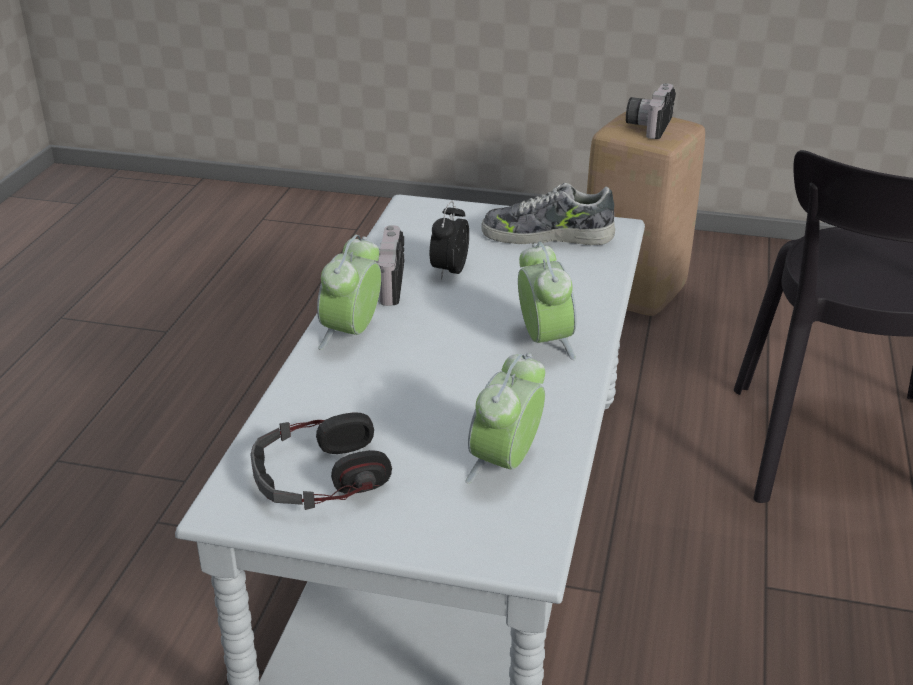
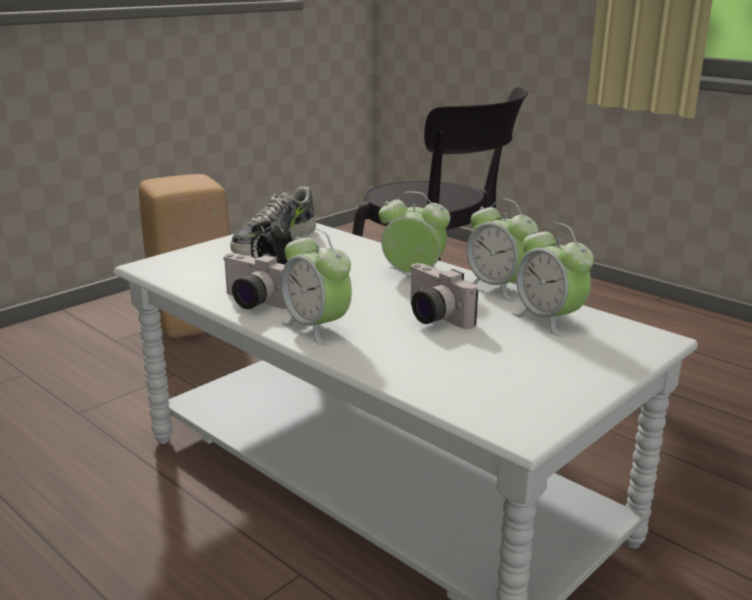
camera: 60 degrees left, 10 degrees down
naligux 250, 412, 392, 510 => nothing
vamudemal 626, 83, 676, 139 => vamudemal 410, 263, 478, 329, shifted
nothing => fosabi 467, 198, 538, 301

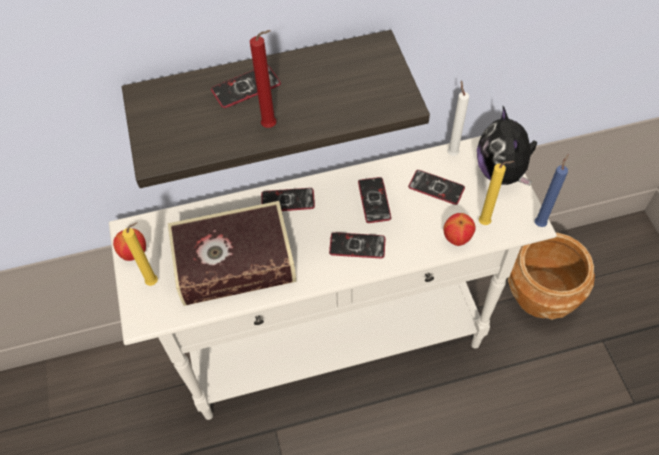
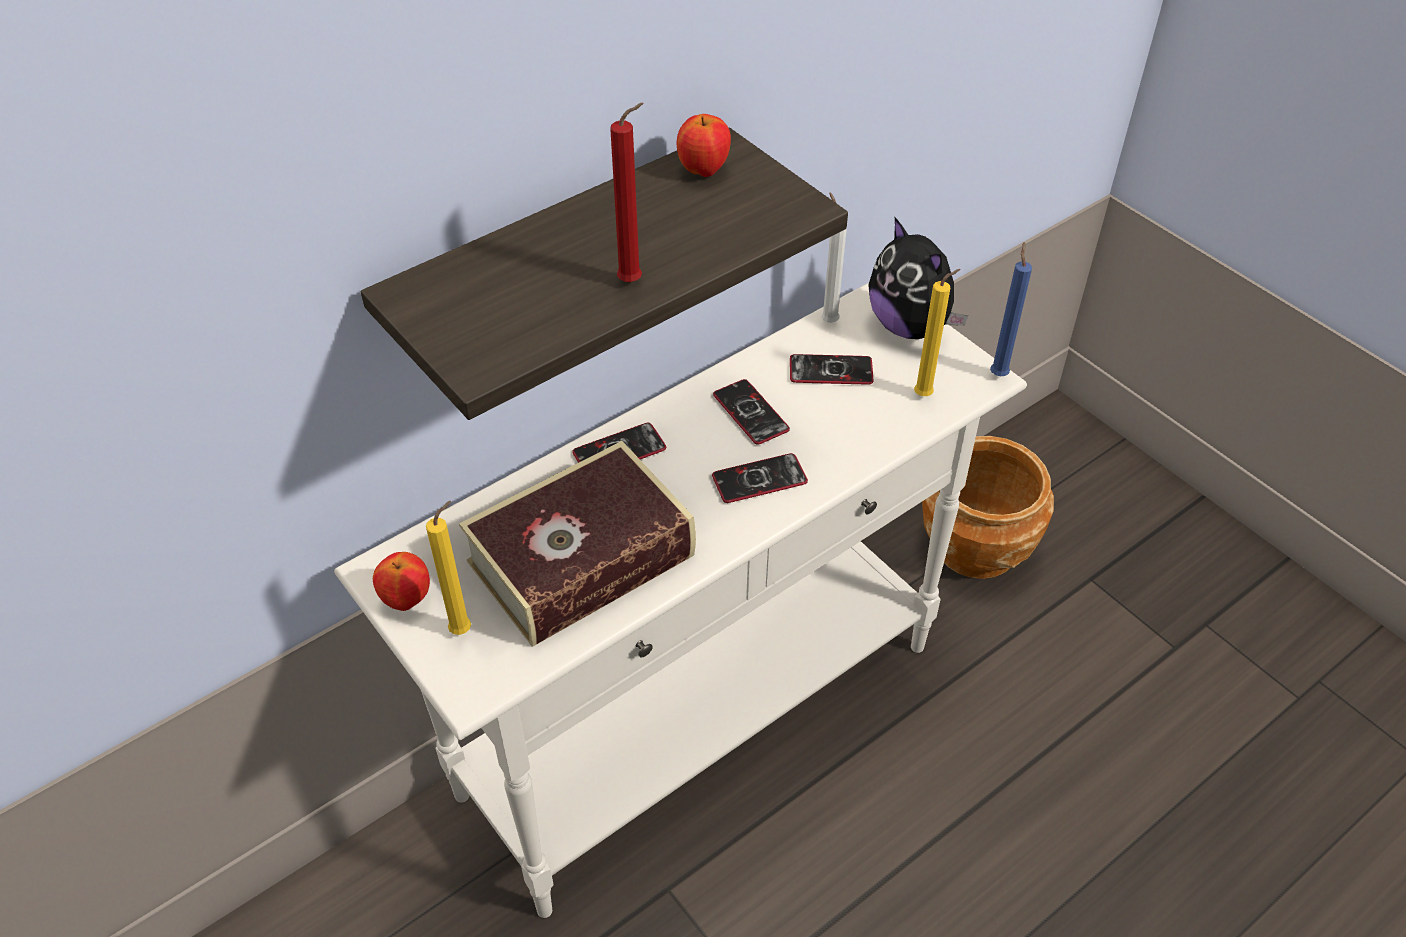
camera: 25 degrees left, 10 degrees down
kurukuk 211, 66, 281, 108 => nothing
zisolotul 443, 213, 476, 246 => zisolotul 677, 114, 731, 177, shifted

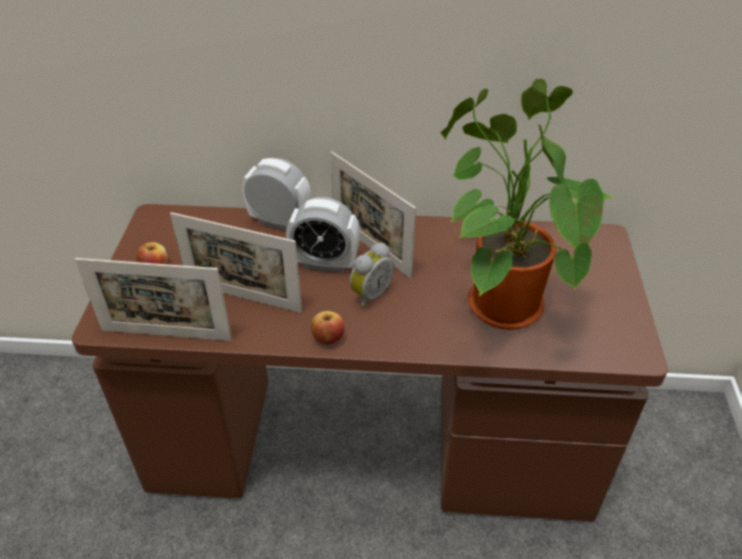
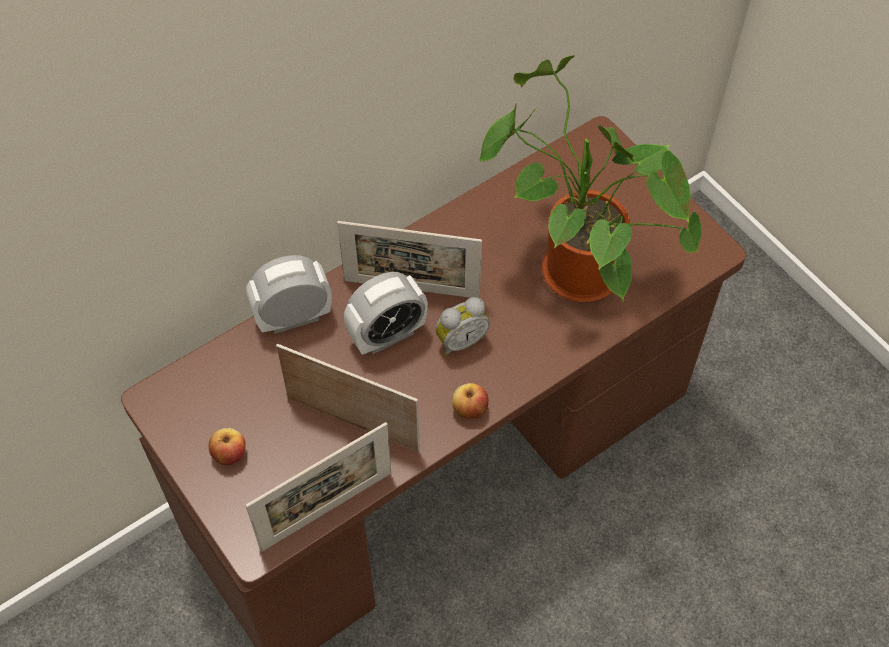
camera: 40 degrees left, 15 degrees up
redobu 170, 212, 302, 313 => redobu 276, 344, 420, 452, 135 degrees counterclockwise
fosabi 349, 243, 394, 308 => fosabi 435, 297, 490, 356, 60 degrees clockwise

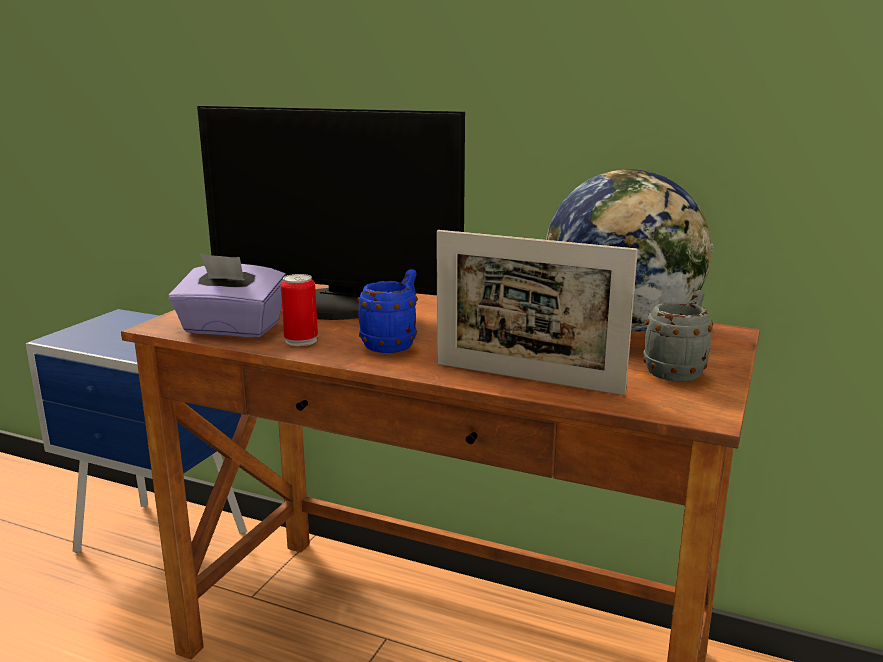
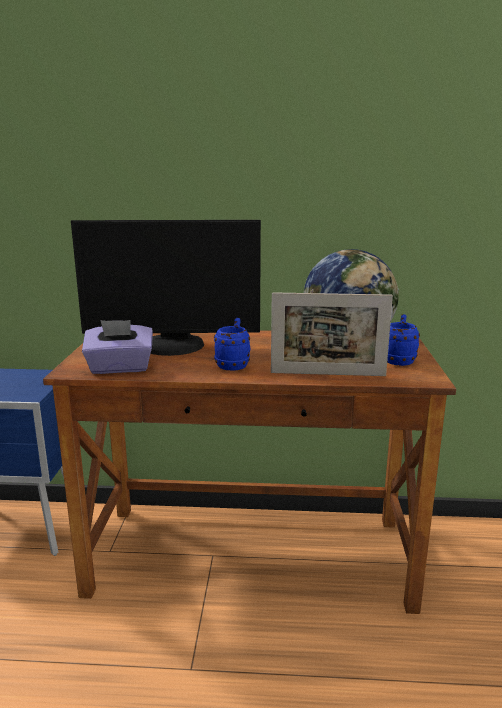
camera: 20 degrees left, 0 degrees up
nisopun 281, 274, 318, 346 => nothing
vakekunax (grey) 643, 290, 713, 382 => vakekunax (blue) 387, 314, 420, 366

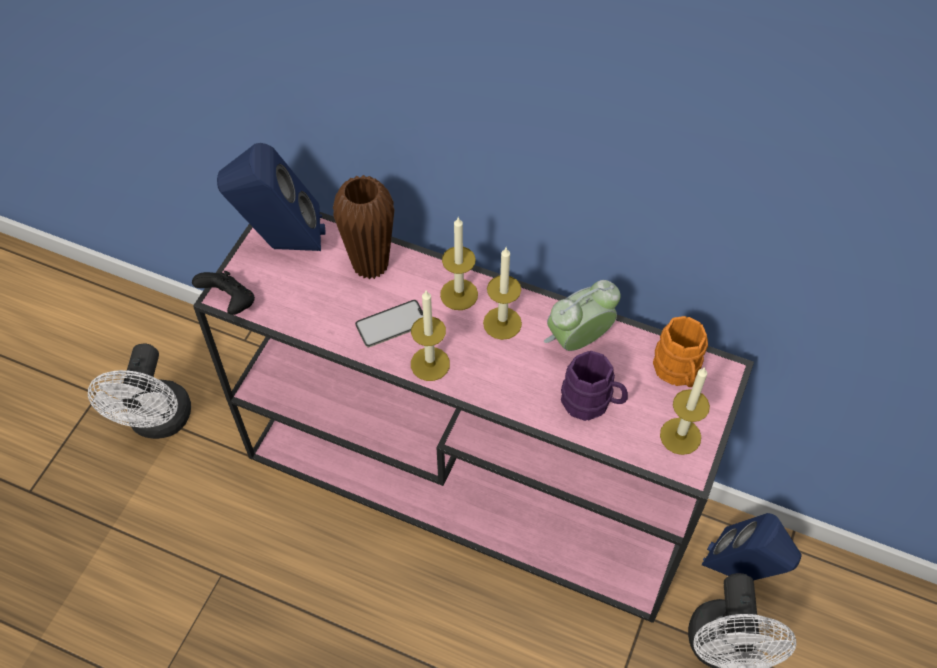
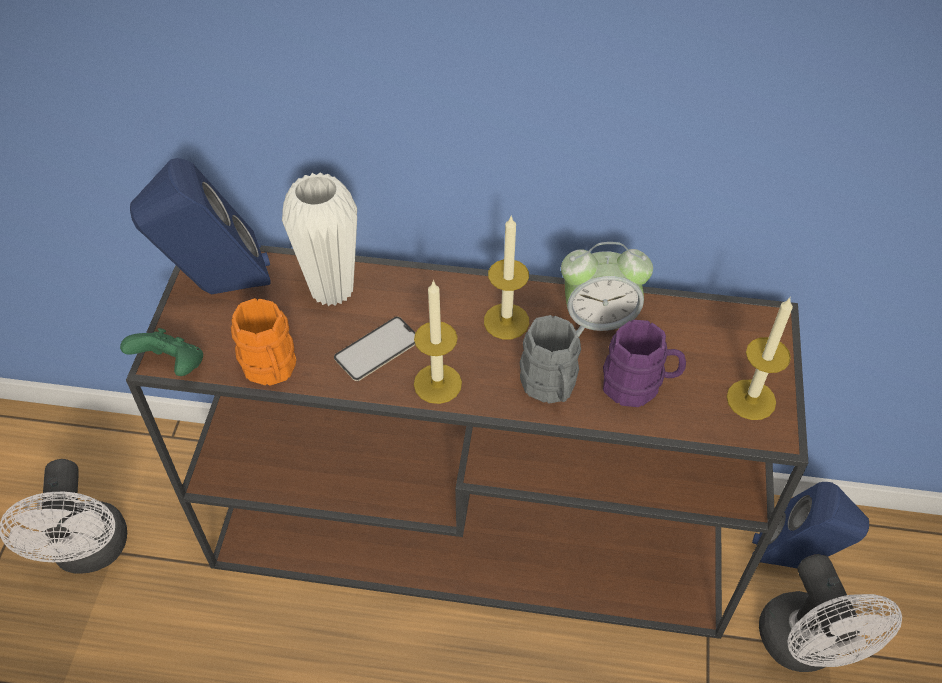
camera: 15 degrees left, 5 degrees down
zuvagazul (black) 192, 271, 255, 315 => zuvagazul (green) 120, 328, 203, 376
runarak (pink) 193, 212, 754, 623 => runarak (brown) 126, 245, 808, 639
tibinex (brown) 333, 175, 395, 279 => tibinex (white) 282, 172, 357, 306
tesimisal 440, 217, 478, 310 => nothing
fosabi 544, 280, 621, 351 => fosabi 561, 242, 653, 337, 135 degrees counterclockwise
vakekunax (orange) 653, 316, 708, 387 => vakekunax (orange) 231, 298, 296, 386, shifted
nothing => vakekunax (grey) 519, 315, 581, 404

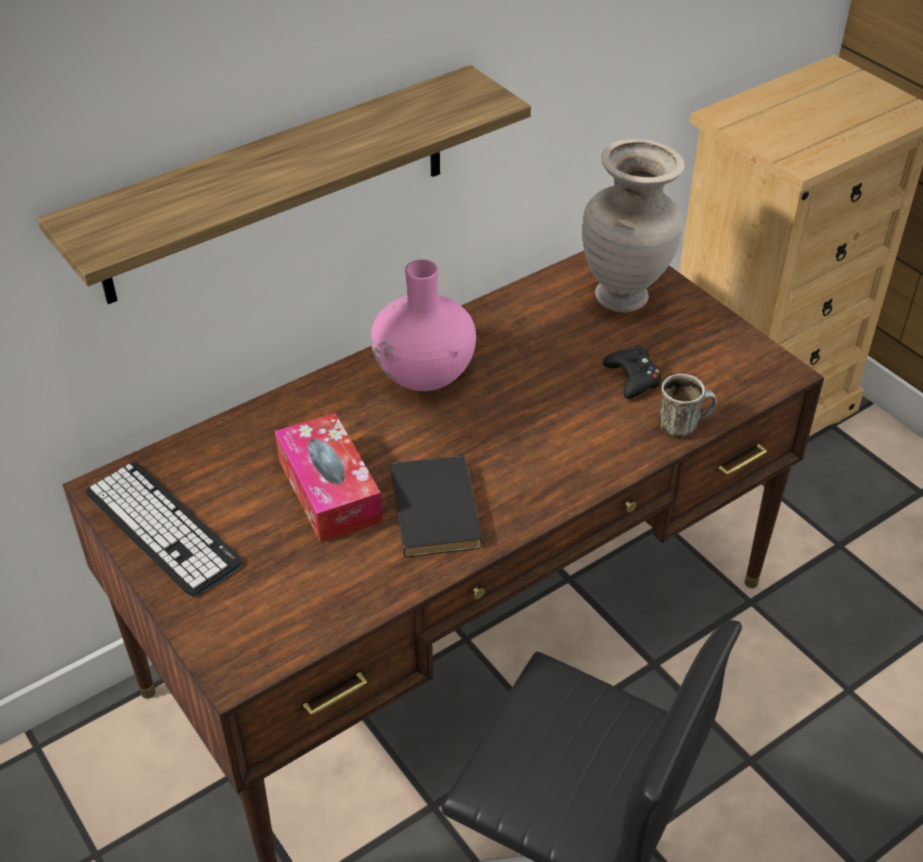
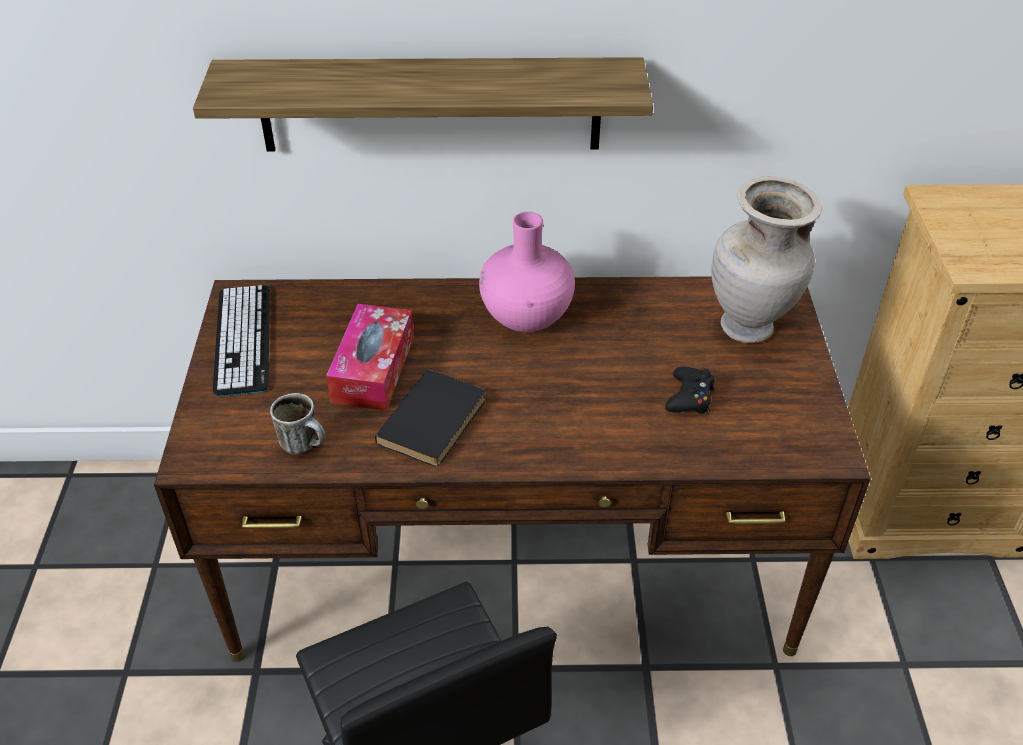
camera: 35 degrees right, 0 degrees up
vakekunax 659, 374, 717, 438 => vakekunax 270, 393, 325, 455, shifted

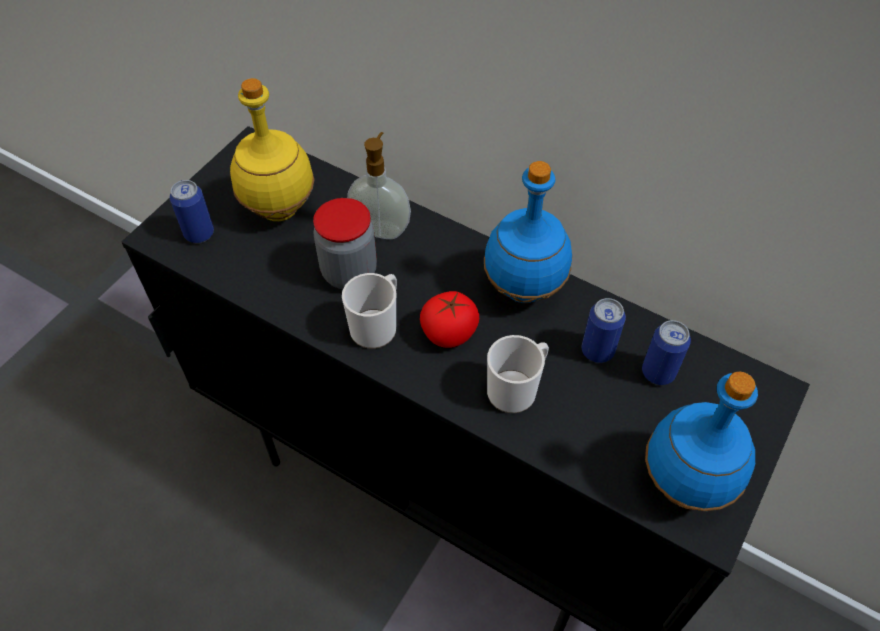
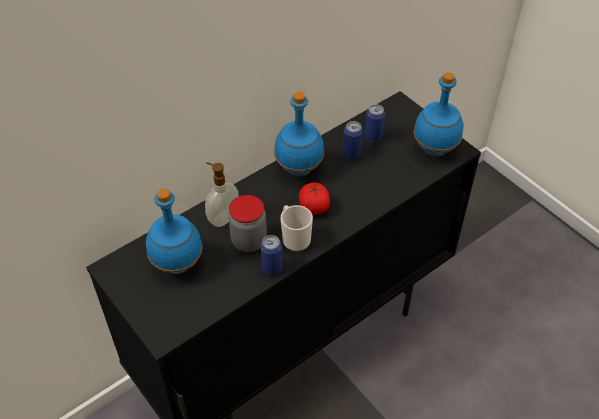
camera: 70 degrees left, 5 degrees down
nisopun 170, 180, 214, 243 => nisopun 261, 235, 283, 275, shifted
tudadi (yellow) 230, 78, 314, 221 => tudadi (blue) 146, 189, 203, 274
vakekunax 487, 335, 549, 413 => nothing

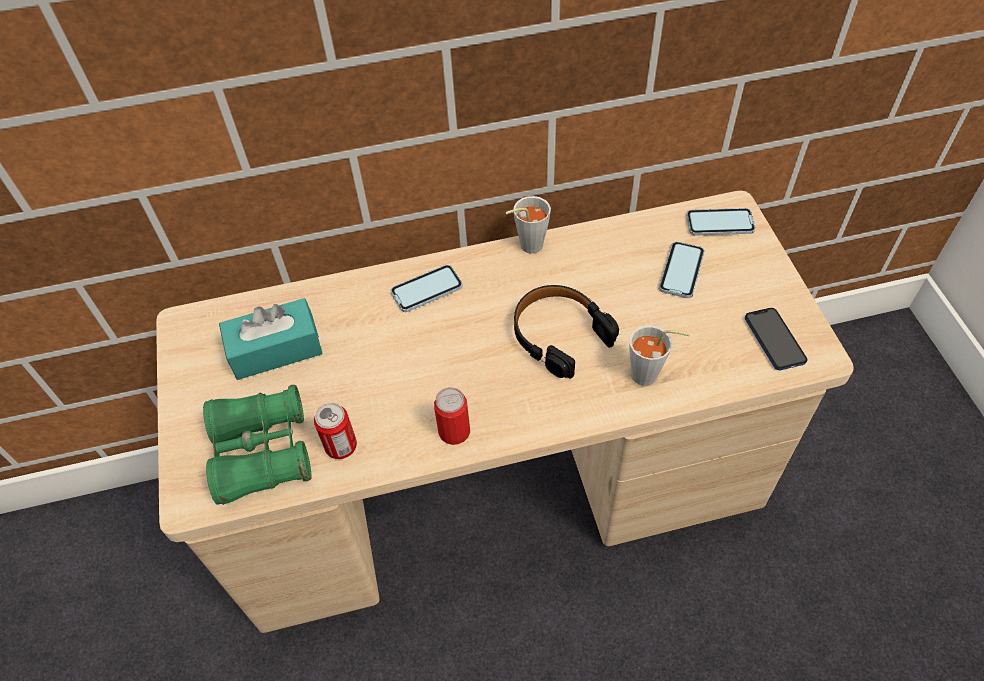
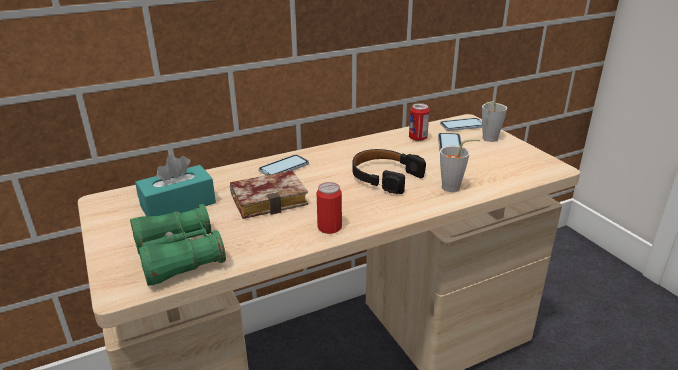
camera: 15 degrees left, 25 degrees down
nisopun 314, 403, 357, 459 => nisopun 409, 103, 430, 141, shifted
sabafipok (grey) 506, 196, 551, 254 => sabafipok (grey) 482, 102, 507, 142, shifted
kurukuk 745, 308, 808, 370 => nothing
nothing => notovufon 230, 170, 308, 219

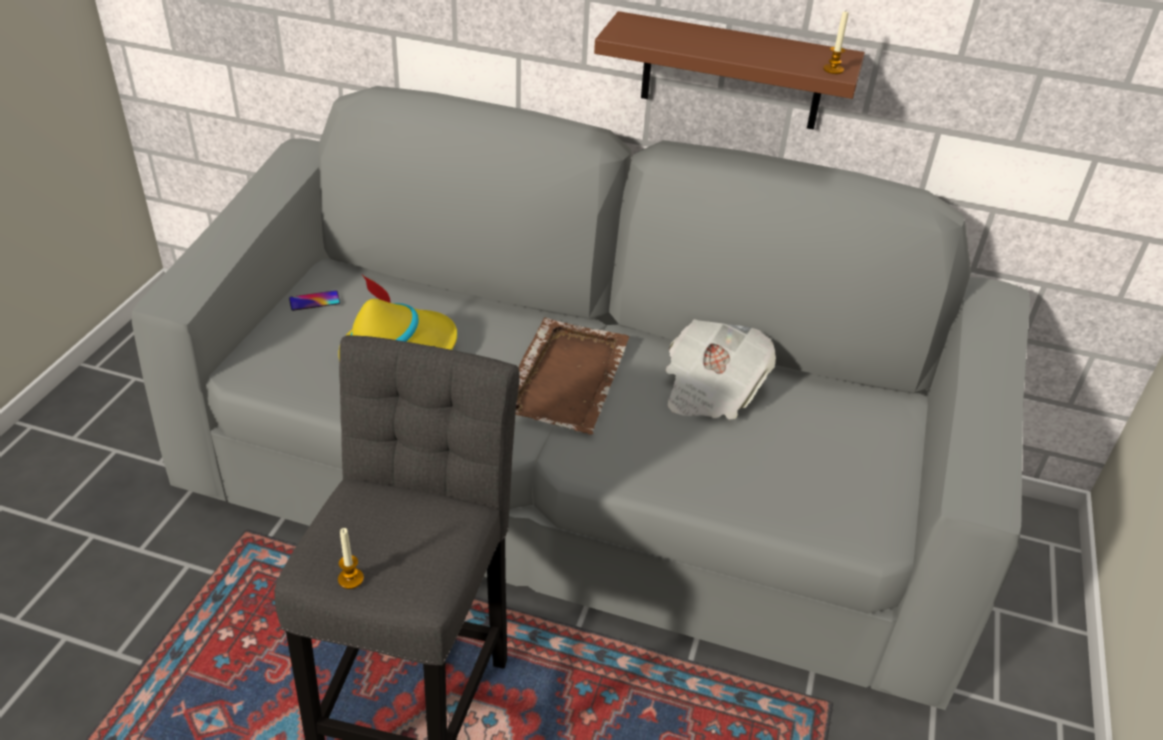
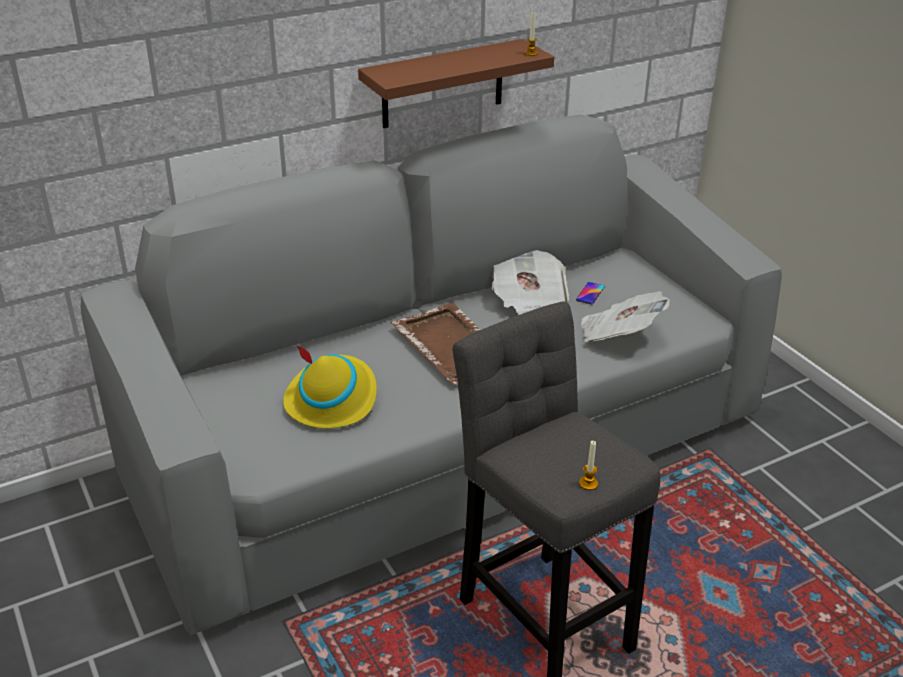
camera: 45 degrees left, 5 degrees down
kurukuk 289, 290, 340, 311 => kurukuk 576, 282, 605, 304, shifted
nothing => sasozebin 581, 291, 670, 342

